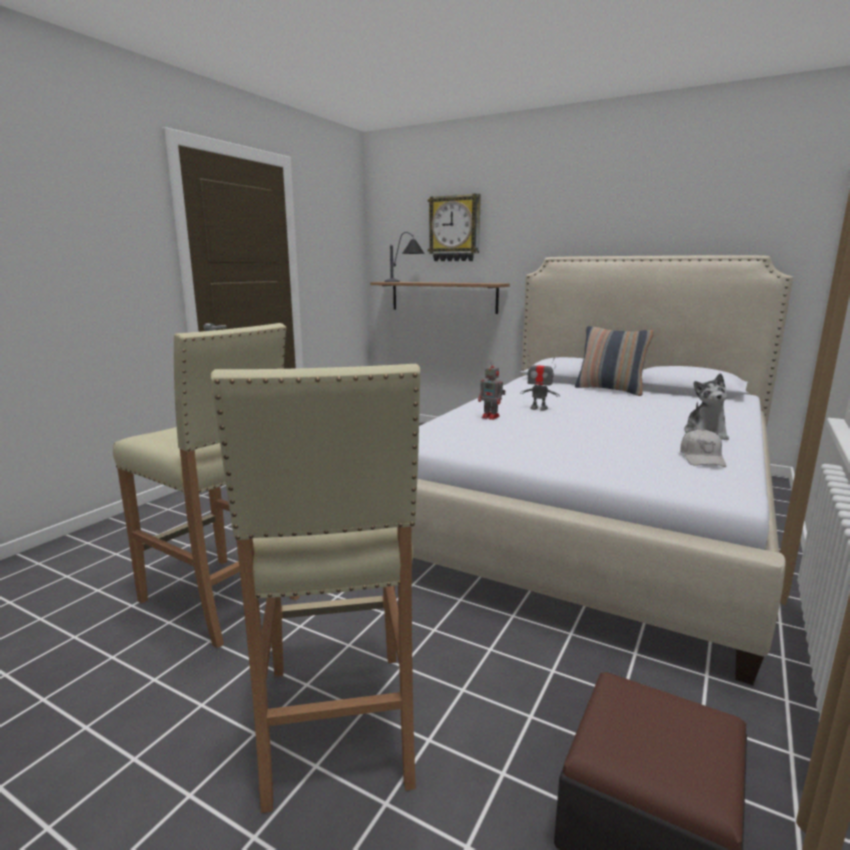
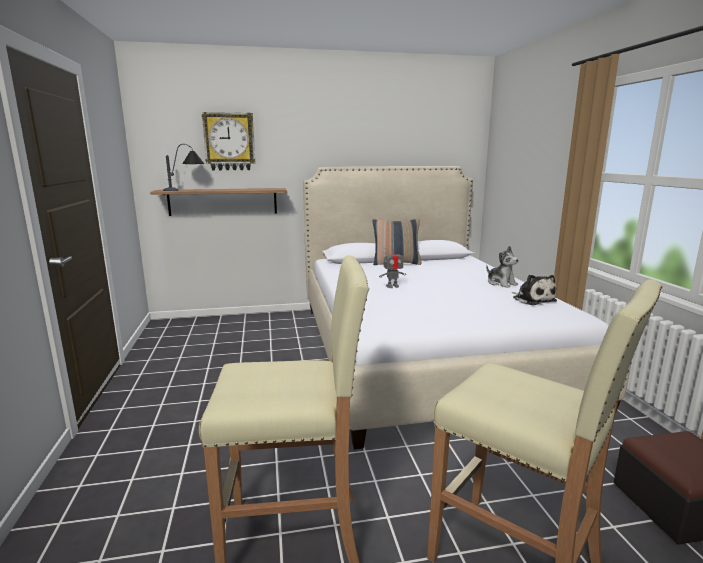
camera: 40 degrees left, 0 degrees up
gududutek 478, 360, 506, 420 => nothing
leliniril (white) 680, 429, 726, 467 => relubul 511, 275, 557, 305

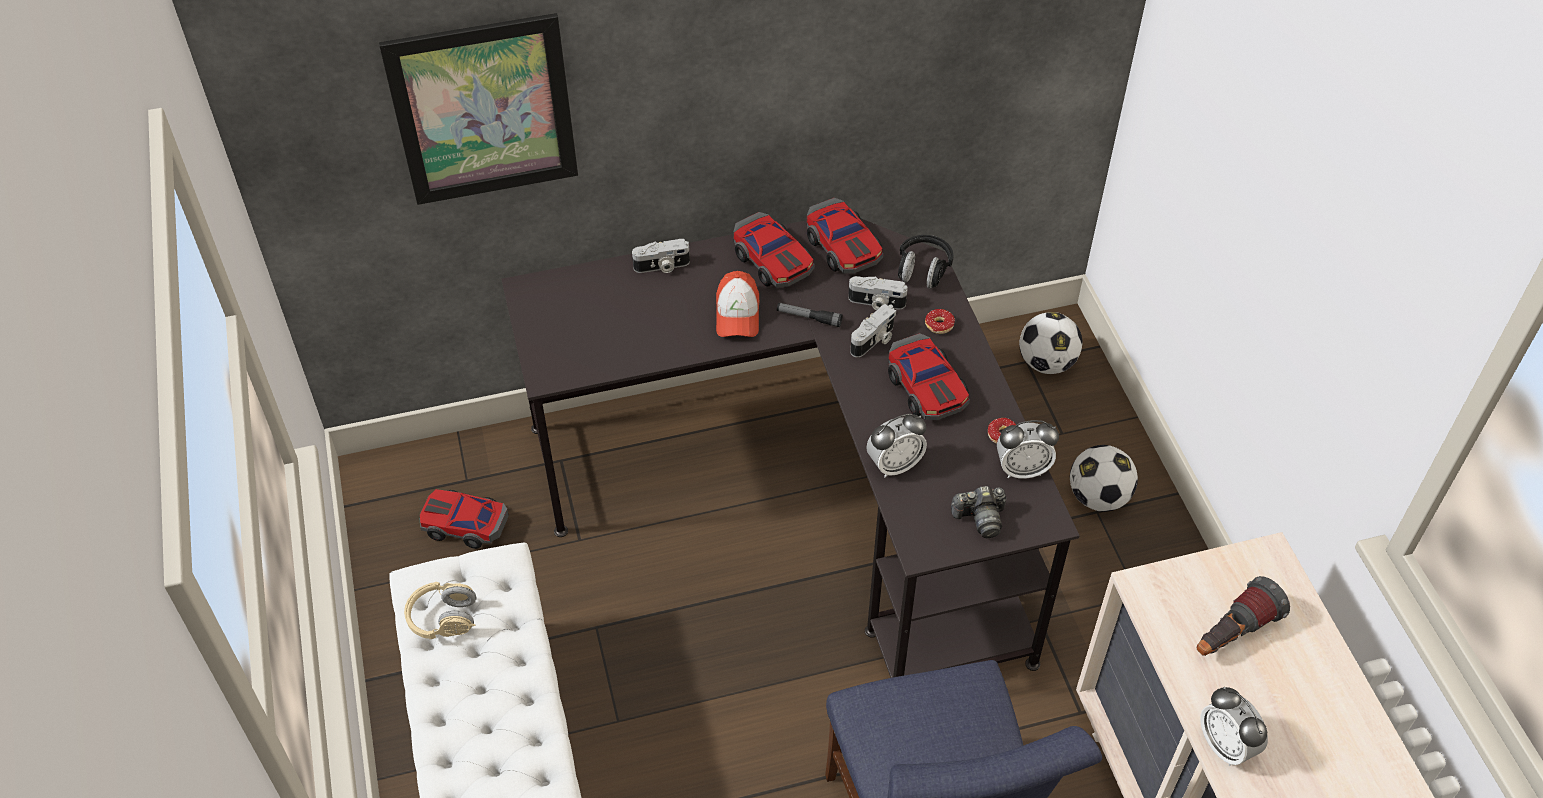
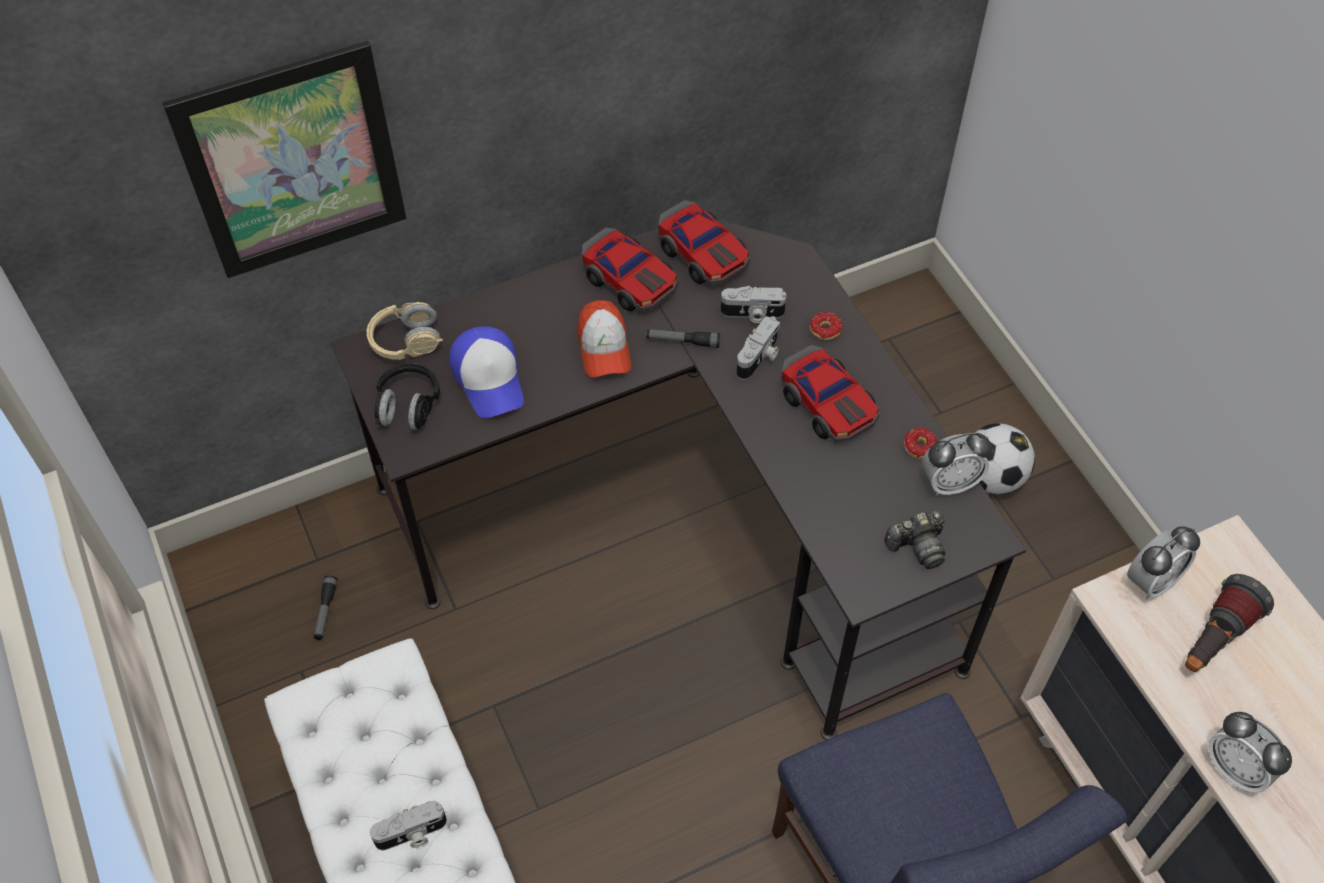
camera: 10 degrees left, 5 degrees up
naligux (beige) 404, 582, 476, 639 => naligux (beige) 367, 302, 443, 360, shifted
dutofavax 419, 489, 509, 549 => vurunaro 314, 575, 337, 640
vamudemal 632, 239, 690, 273 => vamudemal 370, 801, 447, 850, shifted
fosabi 866, 414, 927, 478 => fosabi 1127, 526, 1200, 599, shifted
naligux (black) 898, 235, 953, 289 => naligux (black) 375, 363, 440, 430, shifted
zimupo 1019, 312, 1083, 374 => nothing
nothing => leliniril 449, 326, 524, 418

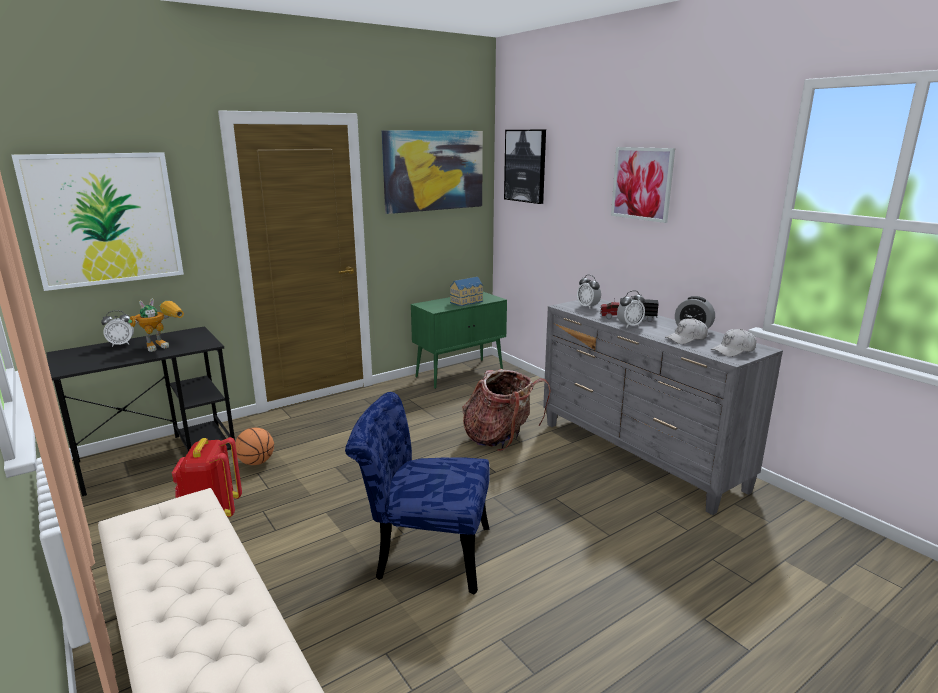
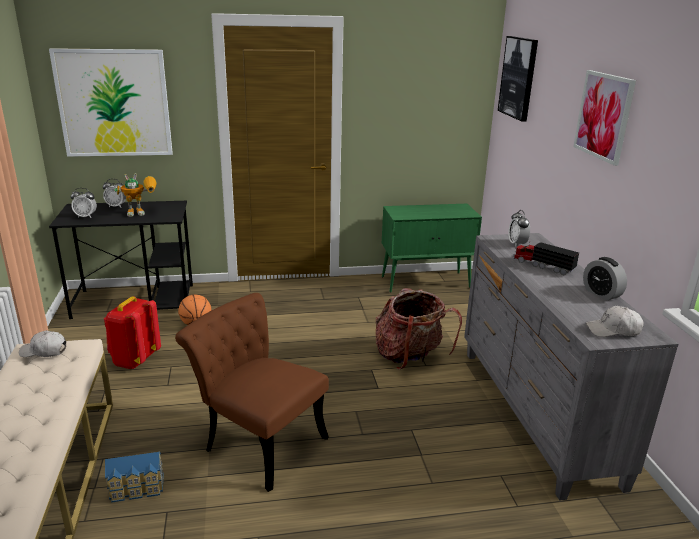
camera: 25 degrees right, 5 degrees up
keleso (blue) 345, 392, 490, 595 => keleso (brown) 175, 293, 329, 492
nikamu 382, 131, 483, 214 => nothing
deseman 450, 277, 483, 306 => deseman 105, 452, 164, 503, shifted
fosabi 617, 291, 645, 328 => fosabi 71, 188, 97, 218, shifted
leliniril (white) 665, 318, 708, 344 => leliniril (white) 19, 330, 66, 357, shifted

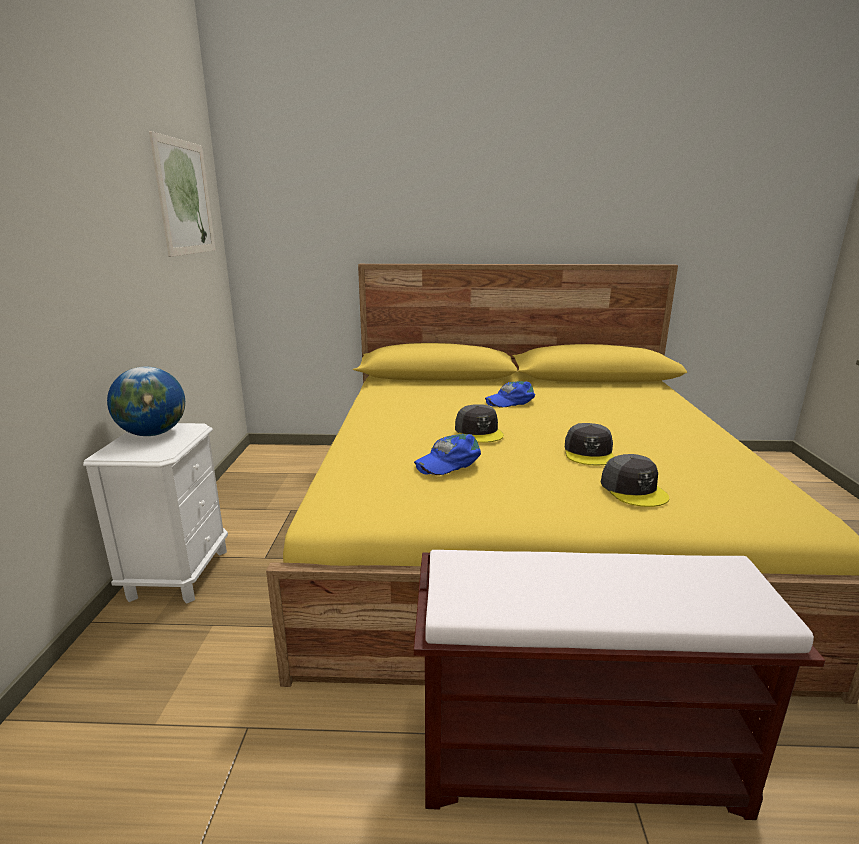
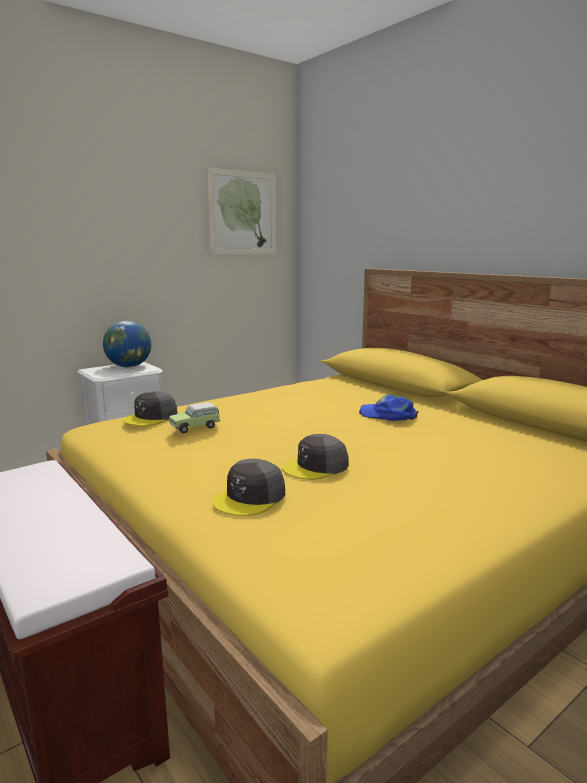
camera: 50 degrees right, 5 degrees down
leliniril (blue) 414, 434, 481, 475 => dutofavax 169, 402, 220, 433
leliniril (grey) 455, 404, 504, 443 => leliniril (grey) 123, 391, 178, 426, shifted

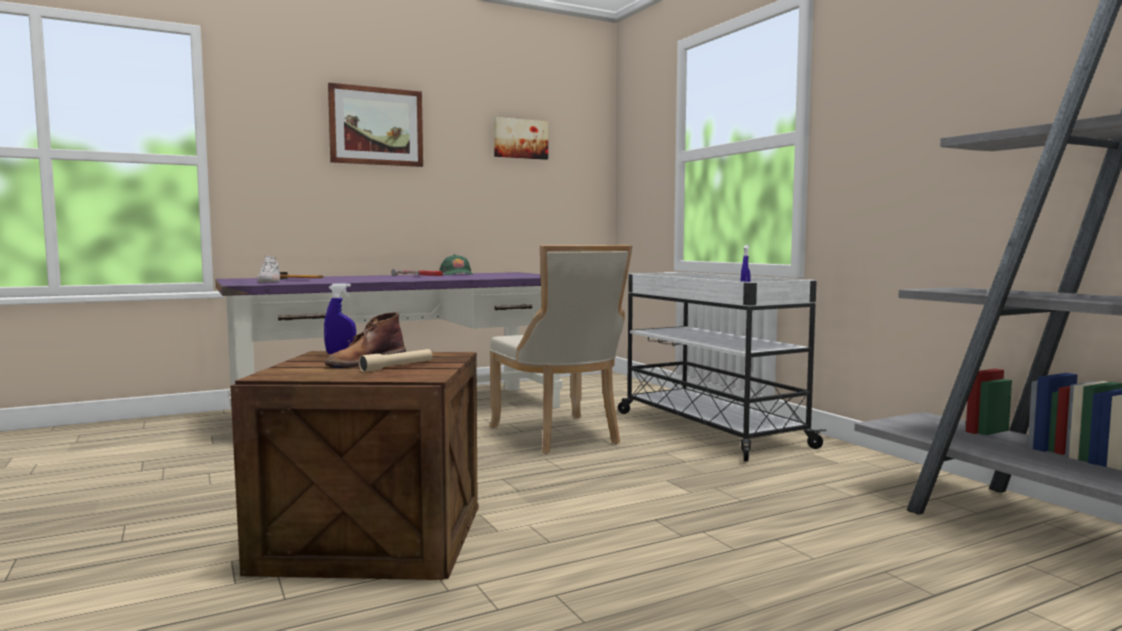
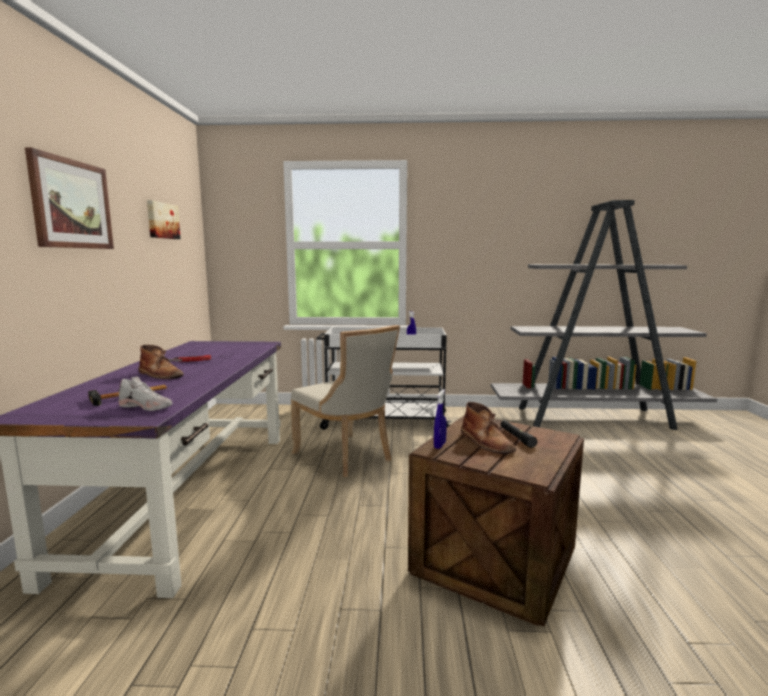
camera: 60 degrees left, 5 degrees up
vurunaro (beige) 359, 349, 432, 372 => vurunaro (black) 500, 420, 537, 448
leliniril (green) 439, 255, 473, 275 => nothing
keleso (beige) 489, 245, 632, 454 => keleso (beige) 291, 325, 400, 477, 45 degrees clockwise
nothing => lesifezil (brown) 138, 345, 184, 379

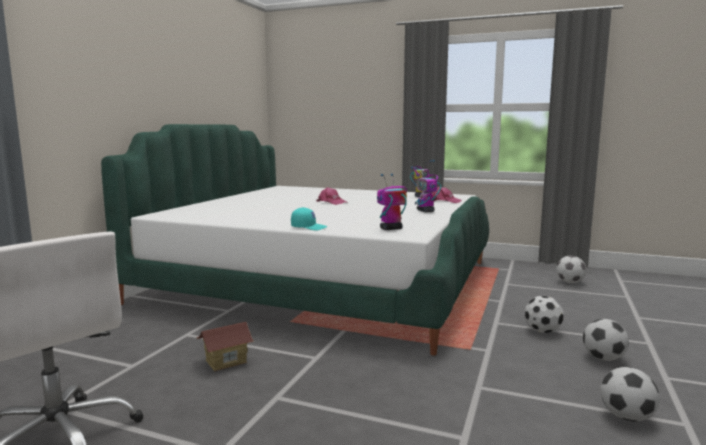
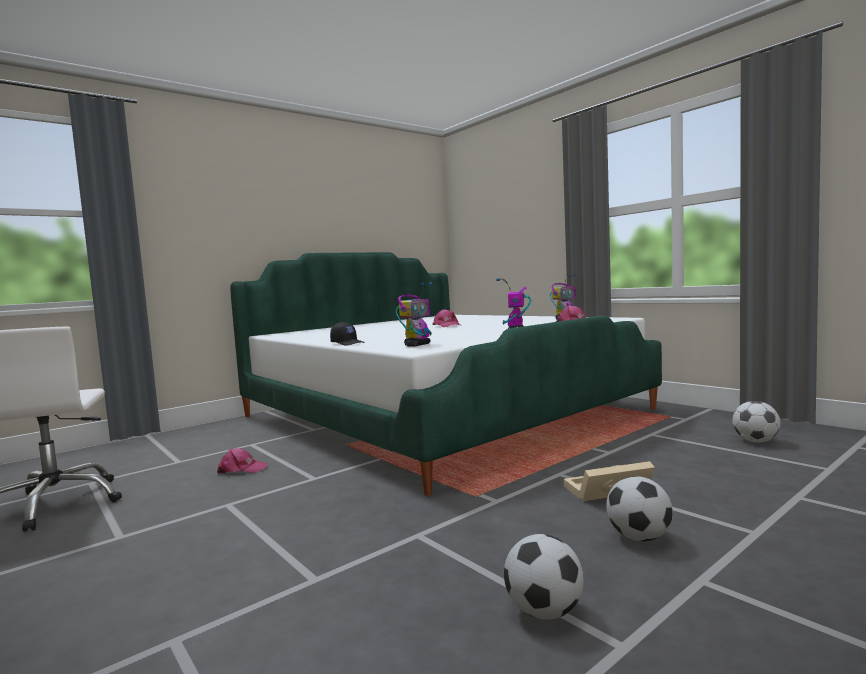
camera: 30 degrees right, 5 degrees down
deseman 196, 322, 253, 371 => leliniril (pink) 217, 449, 268, 474
leliniril (turquoise) 291, 207, 327, 230 => leliniril (black) 330, 322, 365, 345
gududutek 377, 174, 407, 230 => gududutek 396, 282, 432, 346, 120 degrees clockwise
zimupo 525, 296, 564, 333 => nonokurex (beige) 564, 461, 655, 501

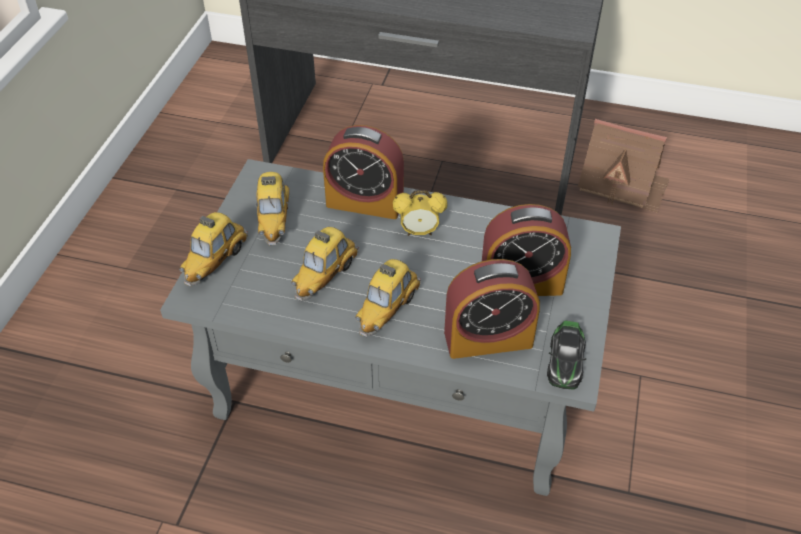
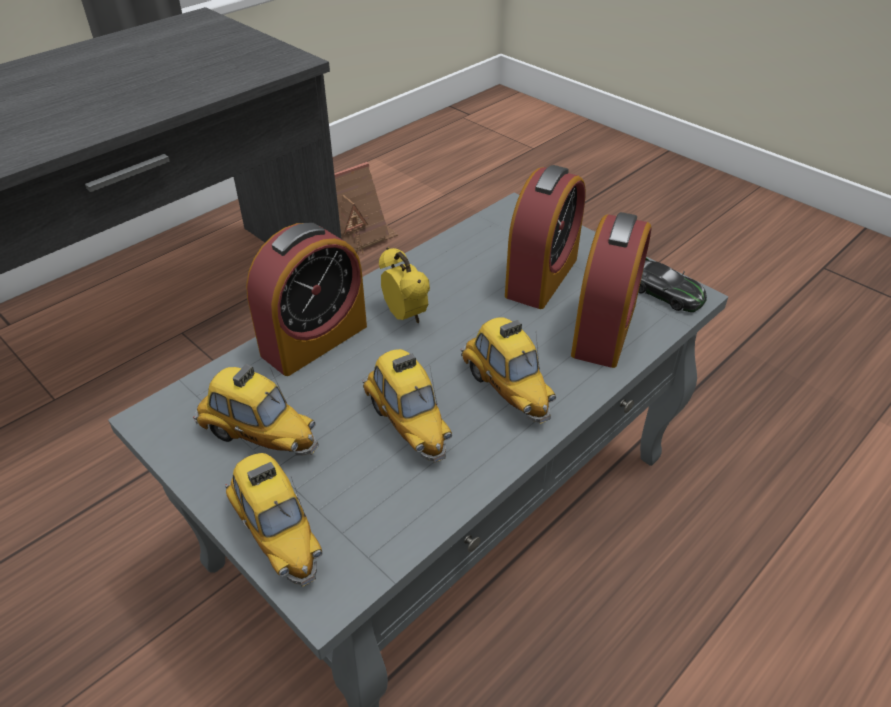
camera: 60 degrees left, 5 degrees down
fosabi 393, 190, 447, 236 => fosabi 379, 247, 430, 323, 60 degrees counterclockwise

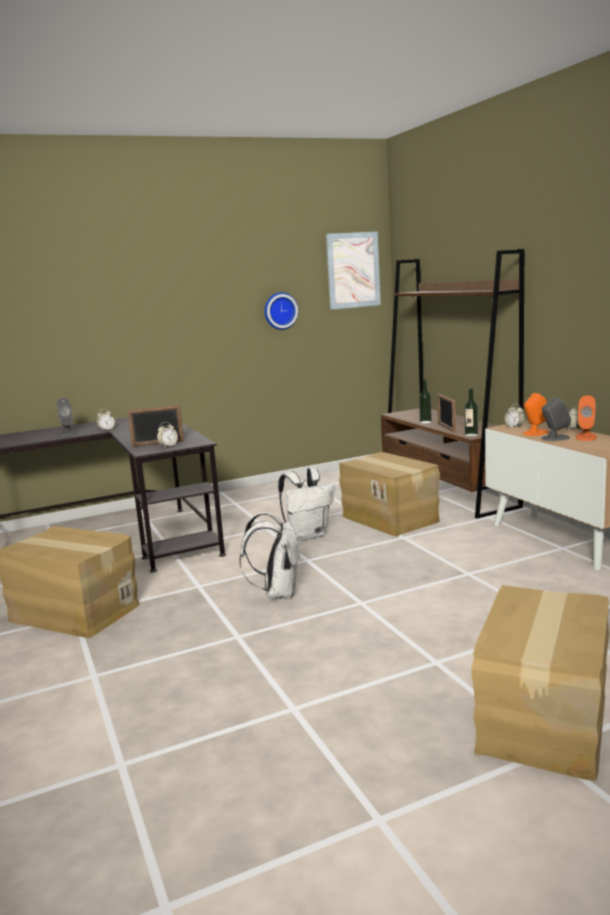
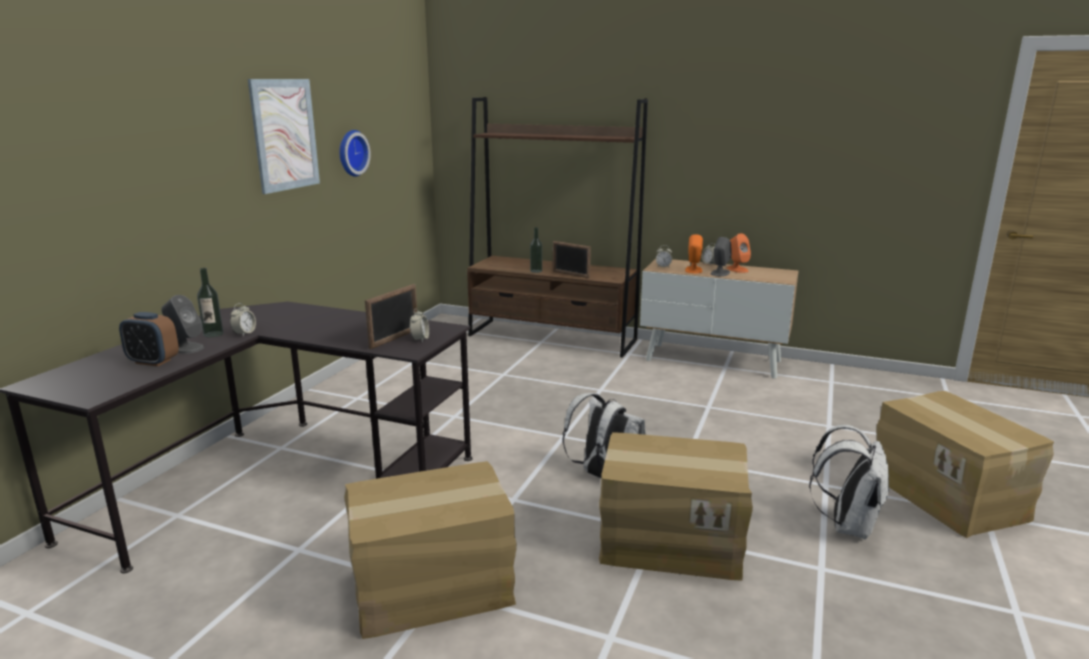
camera: 45 degrees left, 5 degrees up
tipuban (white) 278, 467, 334, 541 => tipuban (white) 809, 425, 889, 540, shifted
nikamu 326, 231, 381, 310 => nikamu 248, 79, 320, 194, shifted
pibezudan 339, 452, 440, 537 => pibezudan 599, 432, 753, 581, shifted
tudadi 464, 388, 478, 437 => tudadi 197, 268, 224, 337, shifted
nothing => fosabi 119, 312, 179, 366

